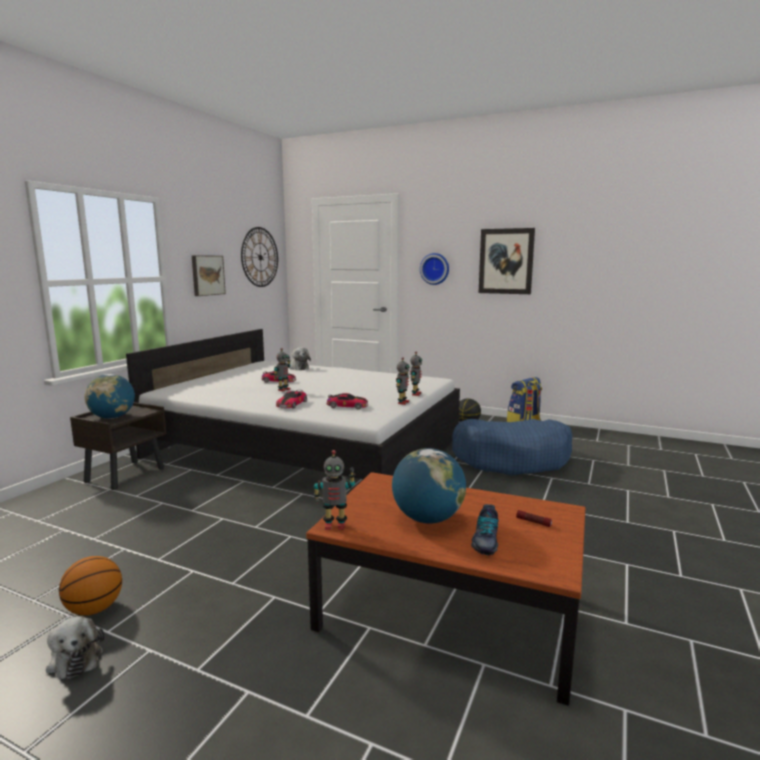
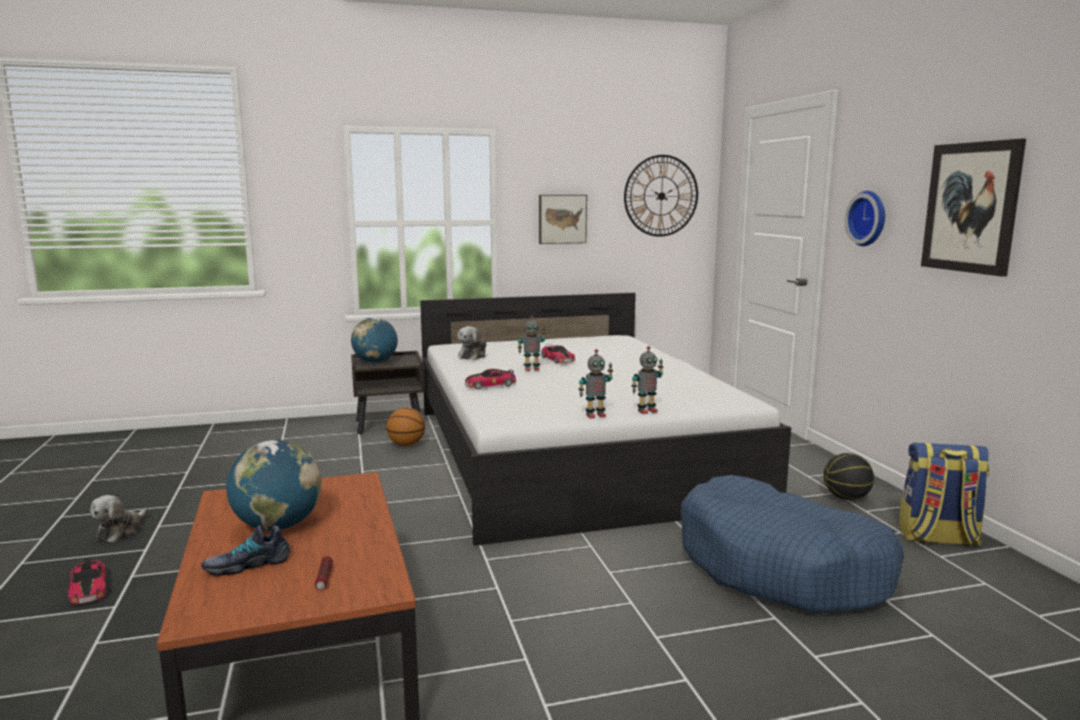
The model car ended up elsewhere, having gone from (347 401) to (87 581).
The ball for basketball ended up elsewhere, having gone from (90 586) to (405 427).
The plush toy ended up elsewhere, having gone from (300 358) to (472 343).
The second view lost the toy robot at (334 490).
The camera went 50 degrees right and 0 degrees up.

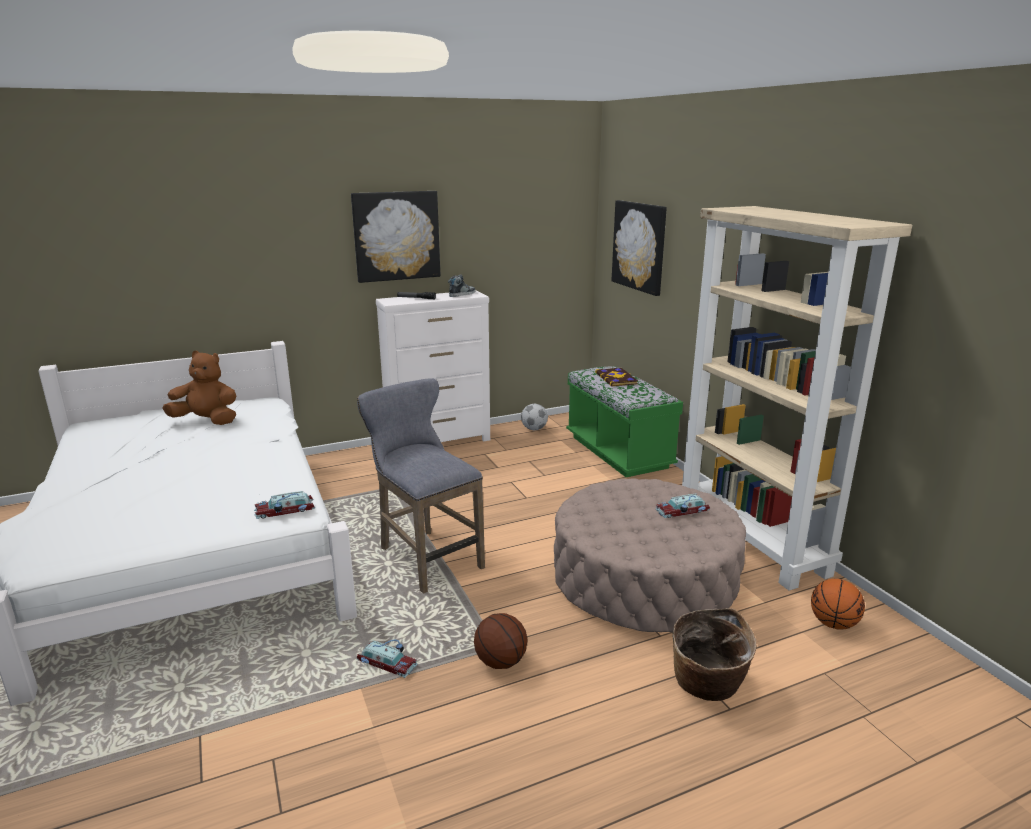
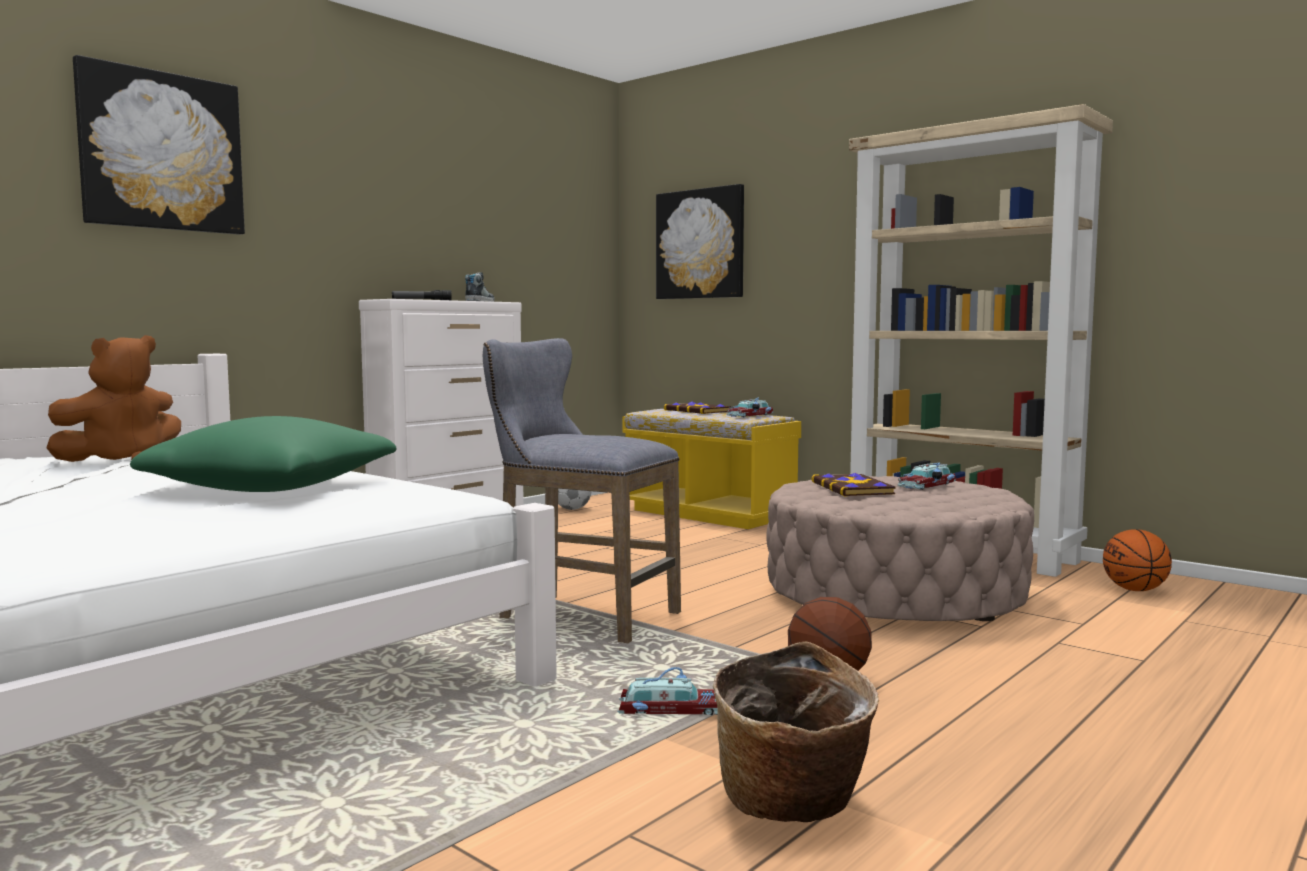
The plush toy/brownish at (199 387) ended up facing another way, 150 degrees clockwise from before.
The wall art ended up elsewhere, having gone from (395 237) to (159 145).
The second view gained the pillow/greenish at (263 454).
What was the bench/greenish at (624 421) turned into the bench/yellow-coloured at (711 469).
The household basket ended up elsewhere, having gone from (714 654) to (796 732).
The model car ended up elsewhere, having gone from (285 505) to (750 407).
The second view gained the bound book at (853 484).
The camera went 25 degrees left and 15 degrees down.

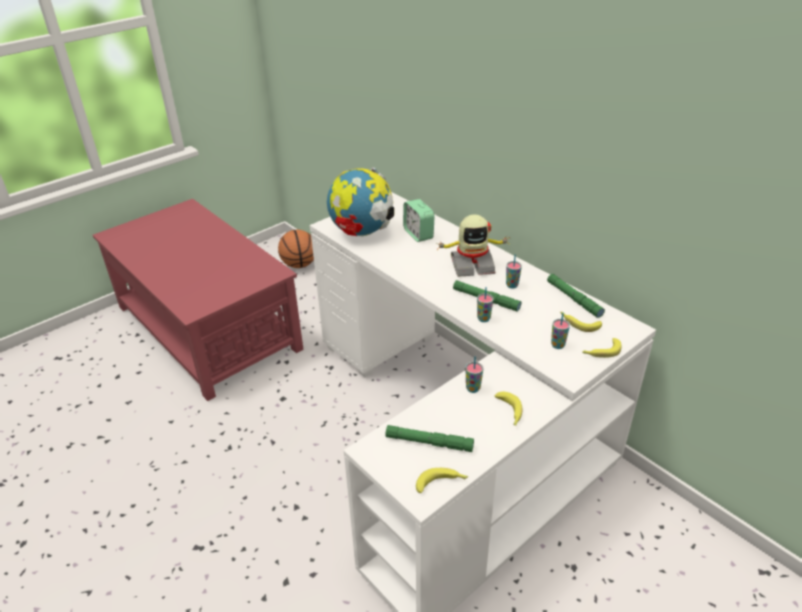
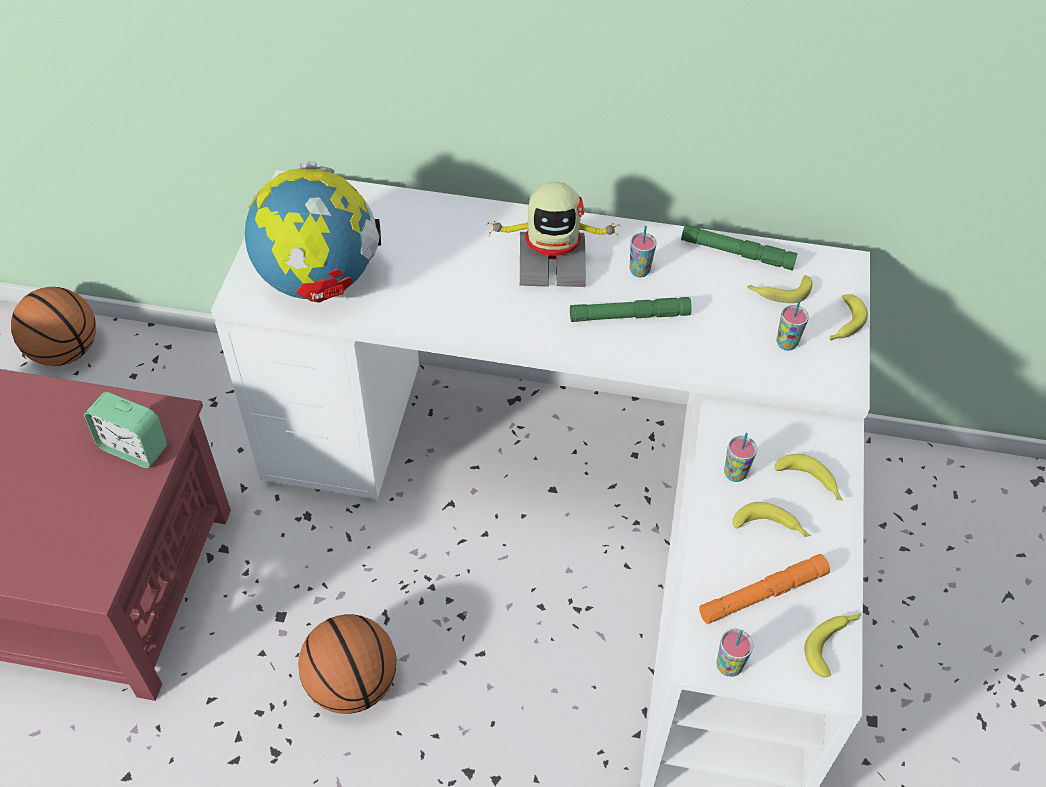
The table clock ended up elsewhere, having gone from (419 220) to (125 430).
The second view gained the ball for basketball at (347 664).
The toy robot at (472 246) ended up facing another way, 45 degrees clockwise from before.
What was the hand torch/greenish at (429 438) turned into the hand torch/orange-coloured at (764 589).
The small cup ended up elsewhere, having gone from (485 304) to (734 653).
The second view gained the whole banana at (771 519).
The camera went 40 degrees left and 15 degrees up.

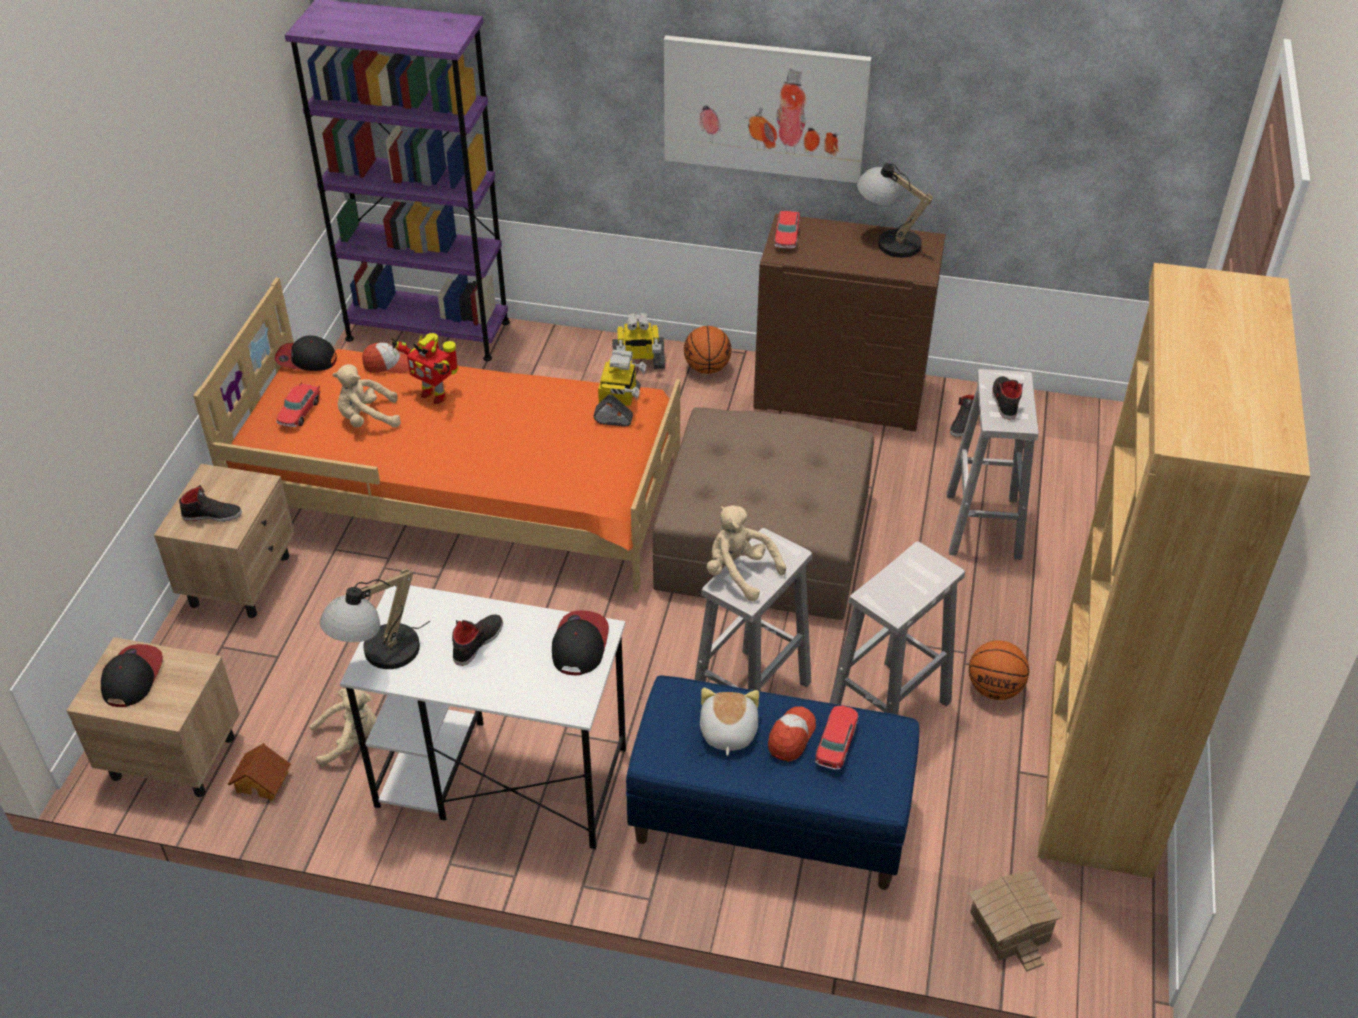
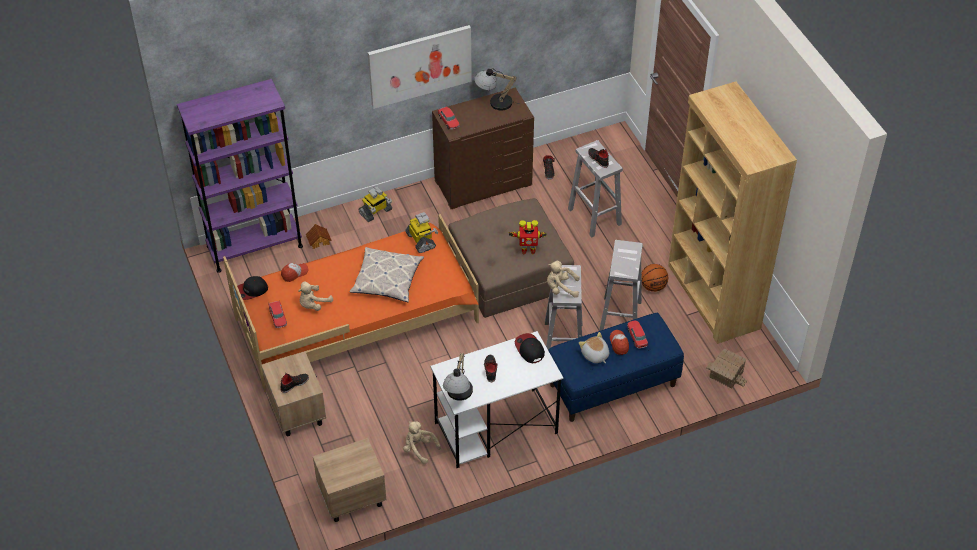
The miniature house ended up elsewhere, having gone from (259 772) to (318 236).
The second view gained the pillow at (387 274).
The plush toy/beige at (343 727) ended up facing another way, 90 degrees counterclockwise from before.
The toy robot ended up elsewhere, having gone from (424 368) to (528 237).
The second view lost the baseball cap at (132 675).
The second view lost the ball for basketball at (707 350).
The camera went 35 degrees left and 5 degrees up.

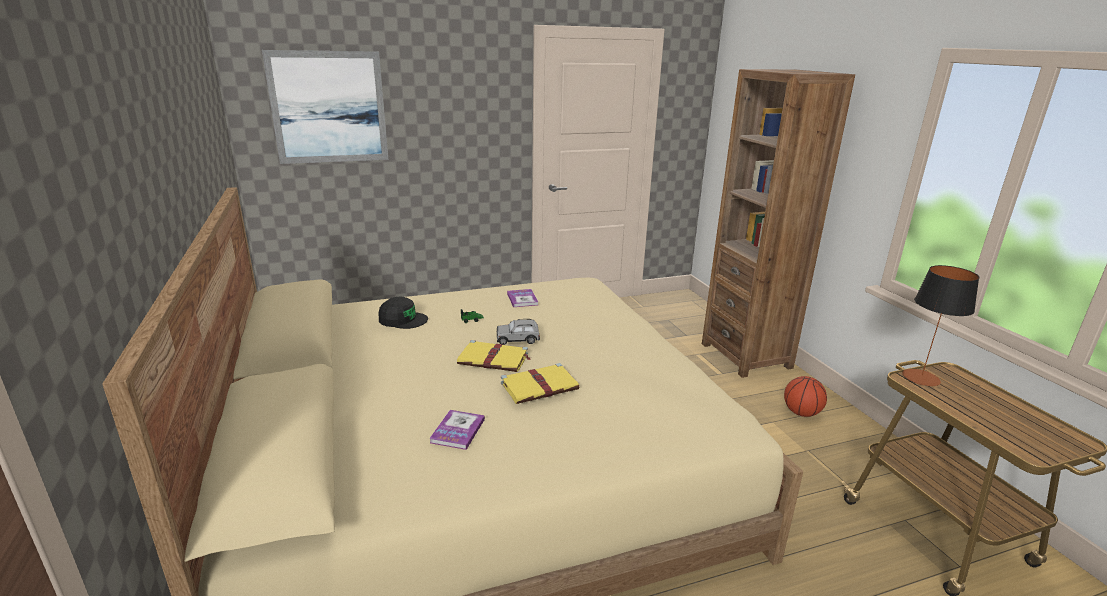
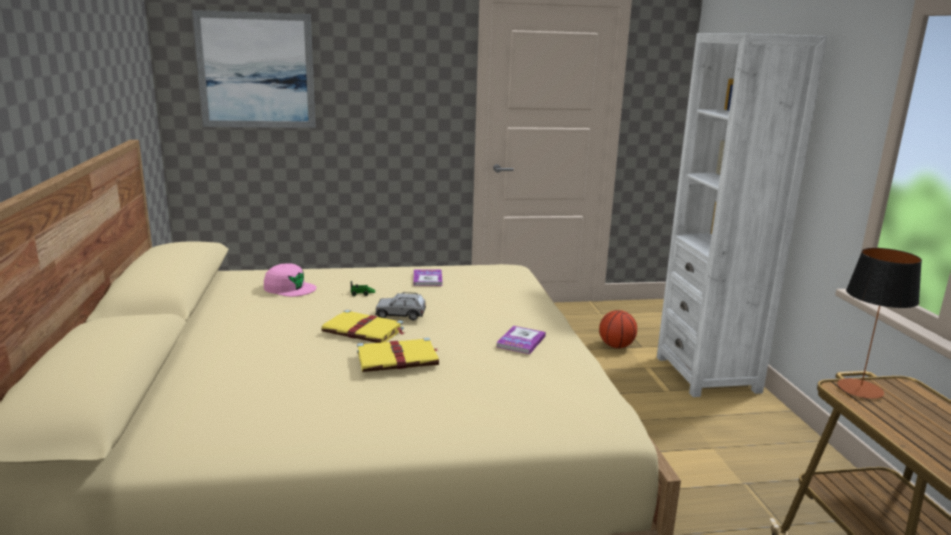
What was the baseball cap/black-coloured at (403 313) turned into the baseball cap/pinkish at (290 280).
The bound book ended up elsewhere, having gone from (457 430) to (521 340).
The ball for basketball ended up elsewhere, having gone from (805 396) to (618 329).
What was the bookcase/brownish at (778 223) turned into the bookcase/white at (742 215).
The camera went 10 degrees right and 5 degrees down.

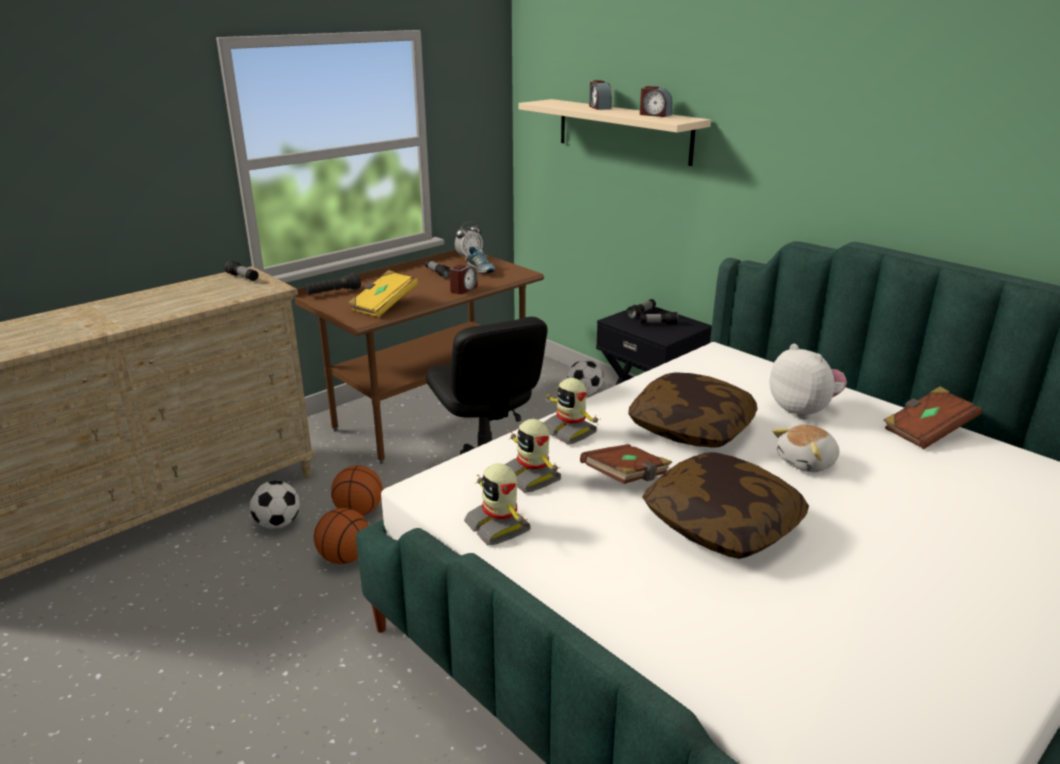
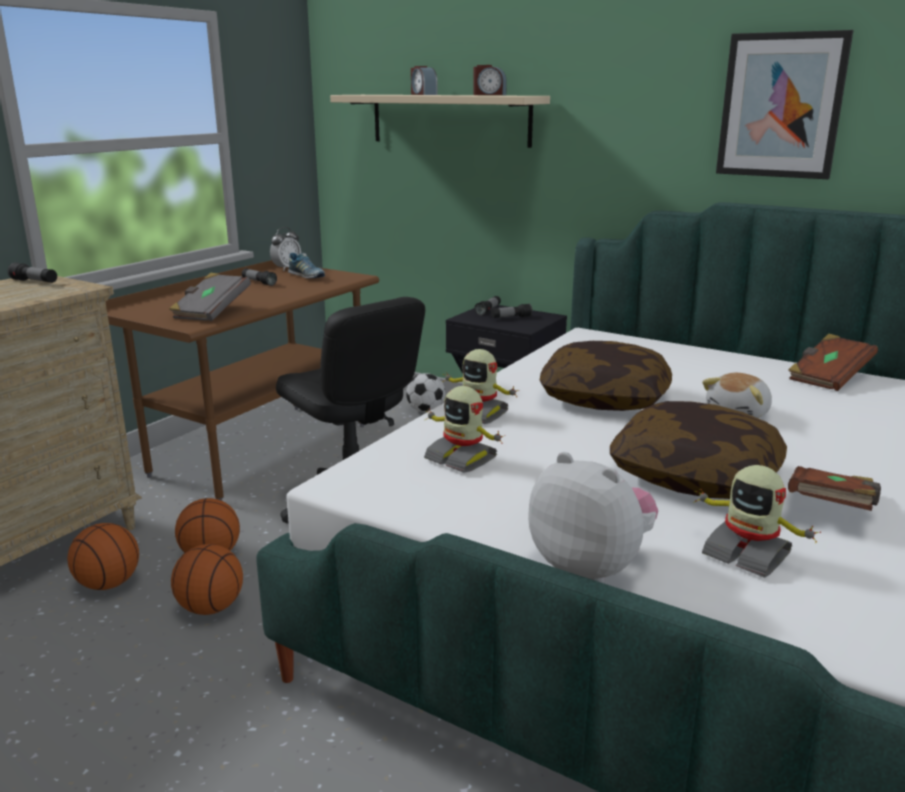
Where the football ball stood at (275 505), the ball for basketball came to stand at (103 556).
What was the bound book/yellow-coloured at (383 293) turned into the bound book/gray at (210 296).
The plush toy ended up elsewhere, having gone from (808 381) to (593 517).
The toy robot ended up elsewhere, having gone from (497 504) to (757 521).
The second view gained the wall art at (784 104).
The bound book/brownish ended up elsewhere, having gone from (626 464) to (834 488).
The second view lost the hand torch/black-coloured at (333 283).
The second view lost the table clock at (463 279).
The camera went 15 degrees left and 5 degrees down.

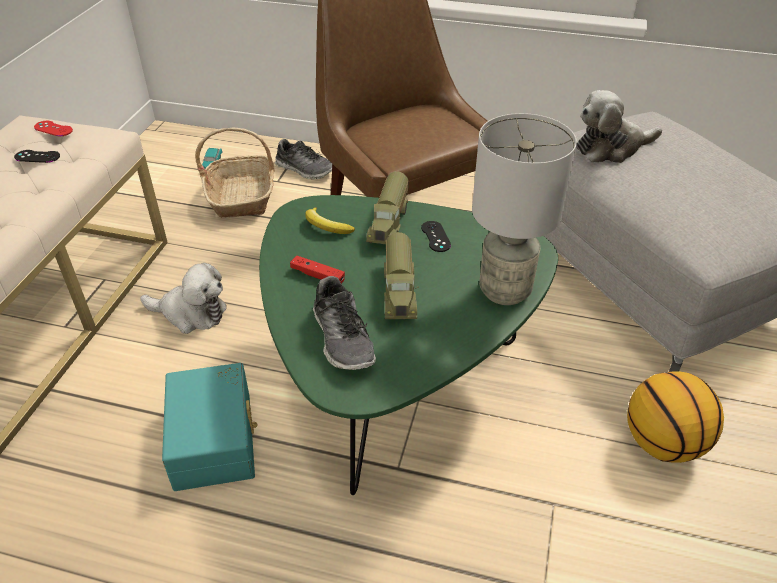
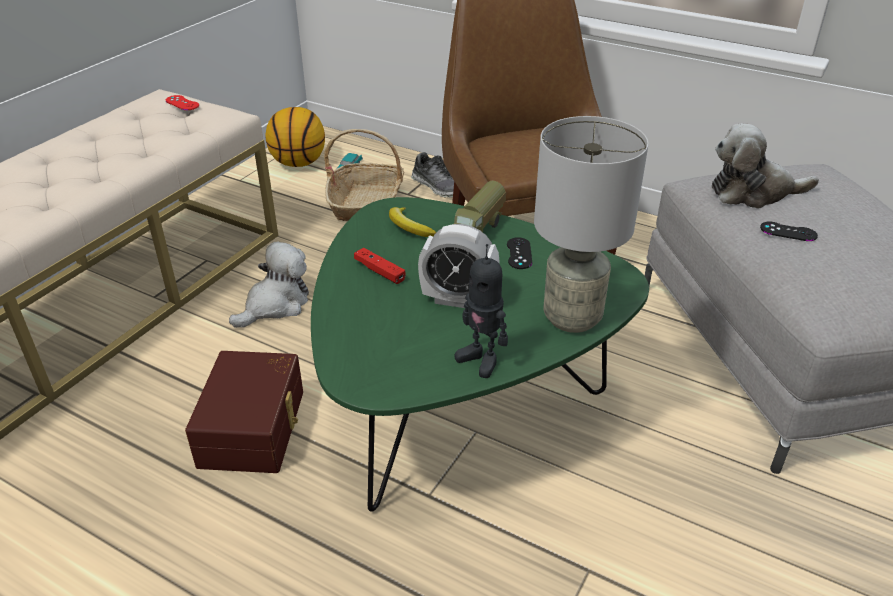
What was the storage container/turquoise at (210 427) turned into the storage container/brownish at (244 412).
The plush toy at (183 298) ended up facing another way, 75 degrees counterclockwise from before.
The ball for basketball ended up elsewhere, having gone from (675 417) to (295 137).
Where the toy truck stood at (401 275), the table clock came to stand at (459 266).
The second view gained the toy robot at (481 311).
The game controller/black-coloured ended up elsewhere, having gone from (37 156) to (789 231).
The second view lost the low shoe at (344 323).
The camera went 15 degrees right and 5 degrees down.

